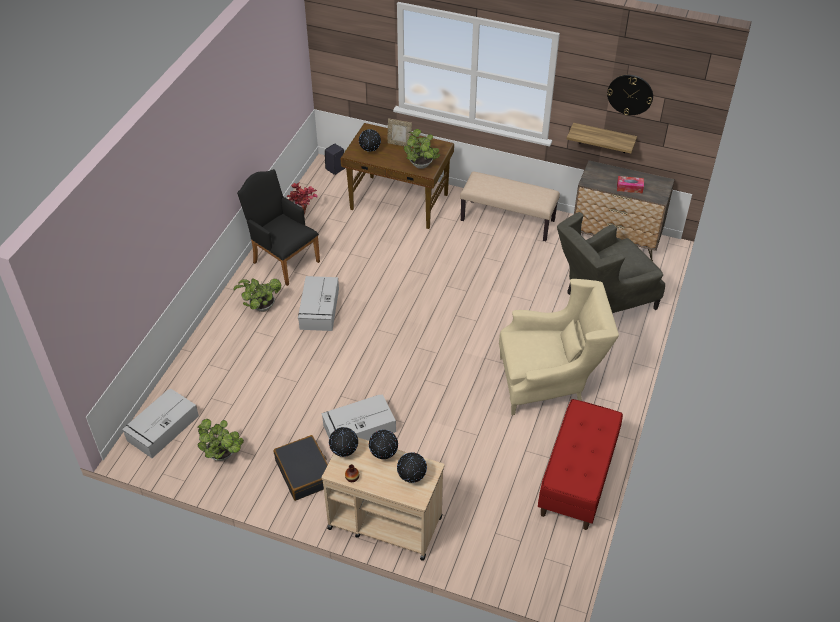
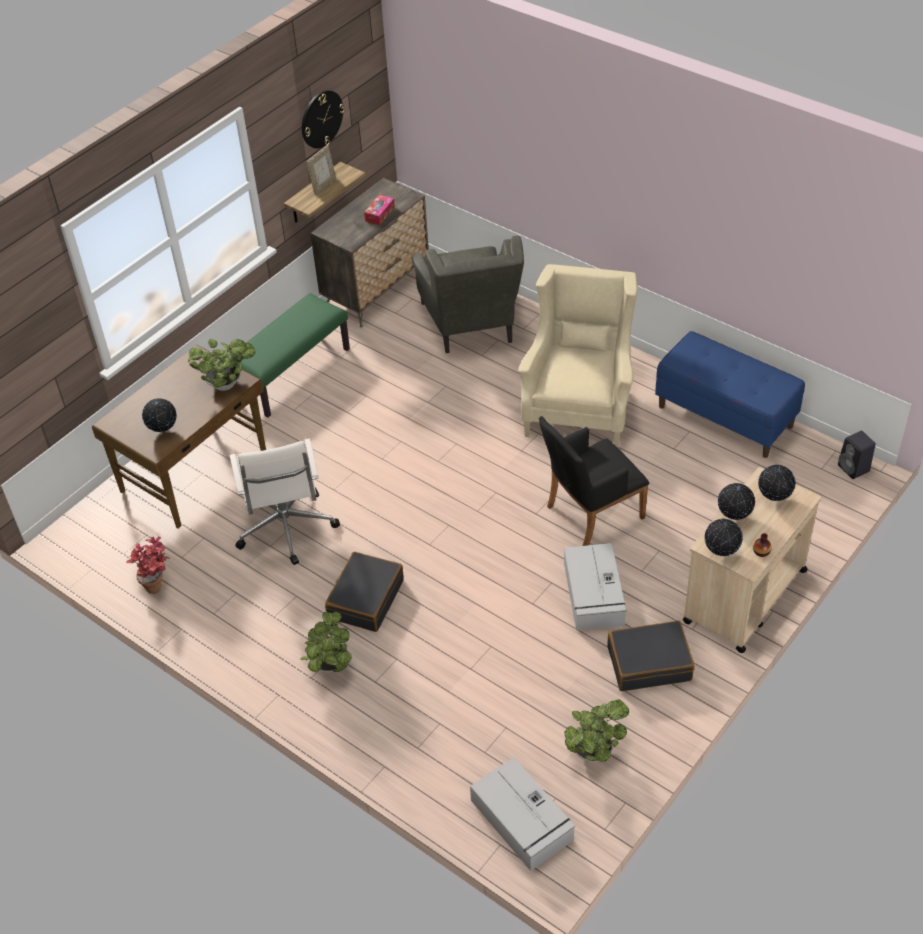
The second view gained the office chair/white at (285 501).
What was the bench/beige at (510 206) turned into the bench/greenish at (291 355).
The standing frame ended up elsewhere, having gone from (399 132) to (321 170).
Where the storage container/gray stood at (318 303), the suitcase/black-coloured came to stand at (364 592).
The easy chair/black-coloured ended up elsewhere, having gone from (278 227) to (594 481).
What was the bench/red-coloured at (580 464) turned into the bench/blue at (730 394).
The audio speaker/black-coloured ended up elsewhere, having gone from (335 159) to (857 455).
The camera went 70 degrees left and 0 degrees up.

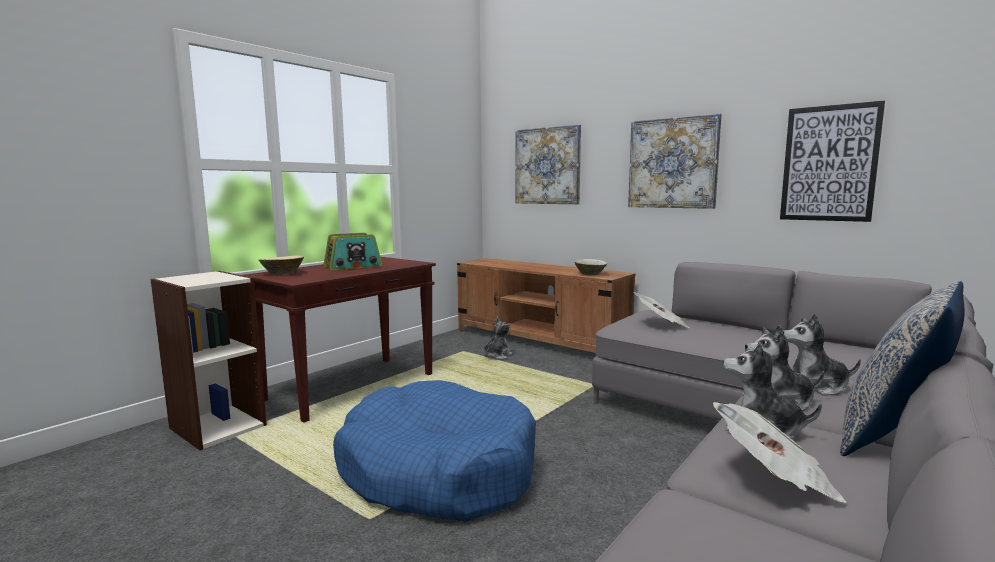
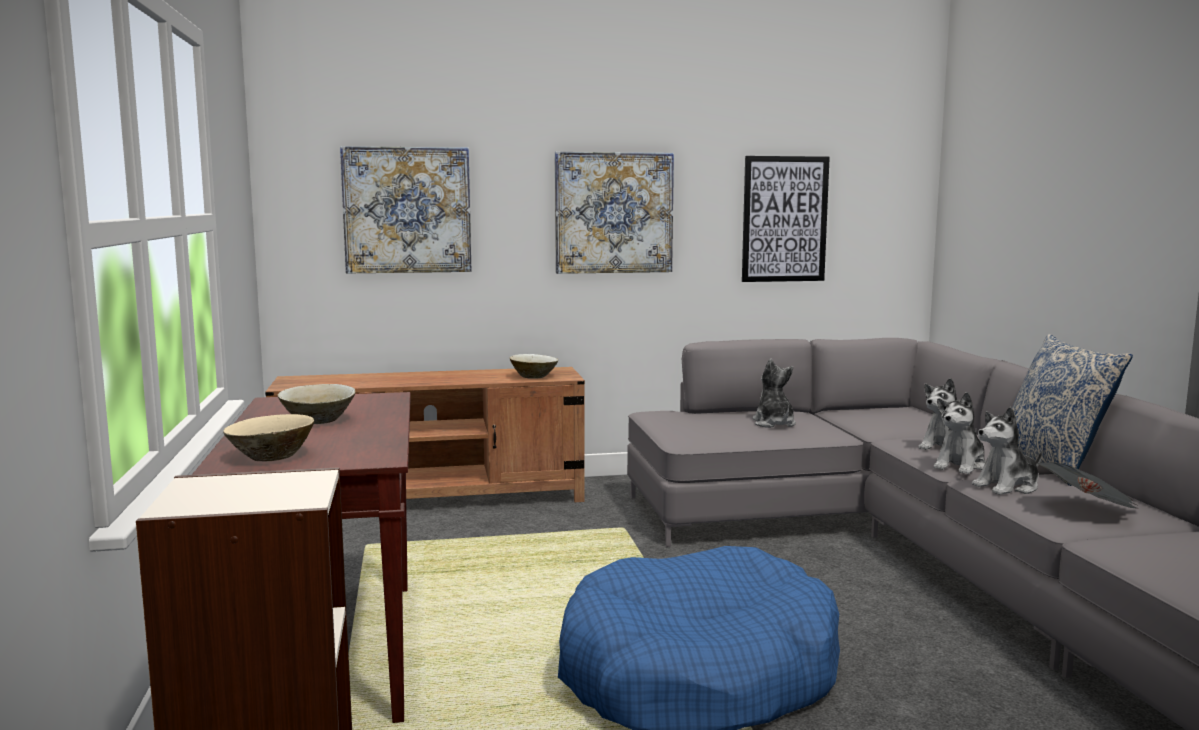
Where the radio stood at (353 251), the bowl/beige came to stand at (317 404).
The plush toy ended up elsewhere, having gone from (498 338) to (774 393).
The second view lost the daily paper at (661 310).
The camera went 50 degrees left and 0 degrees up.

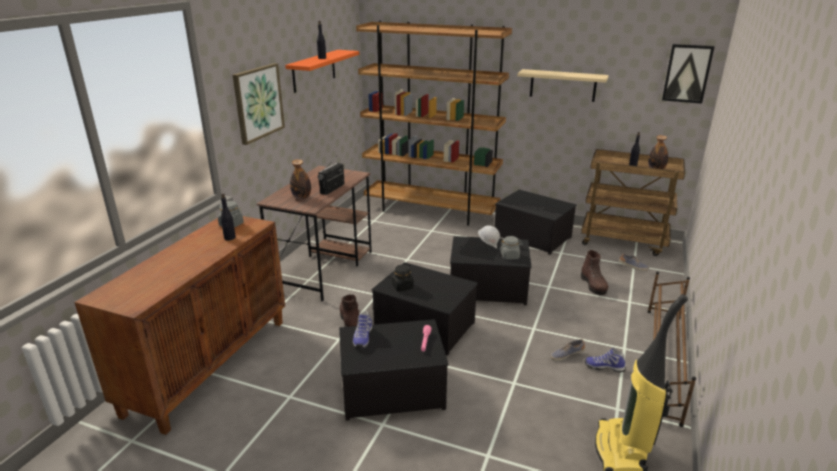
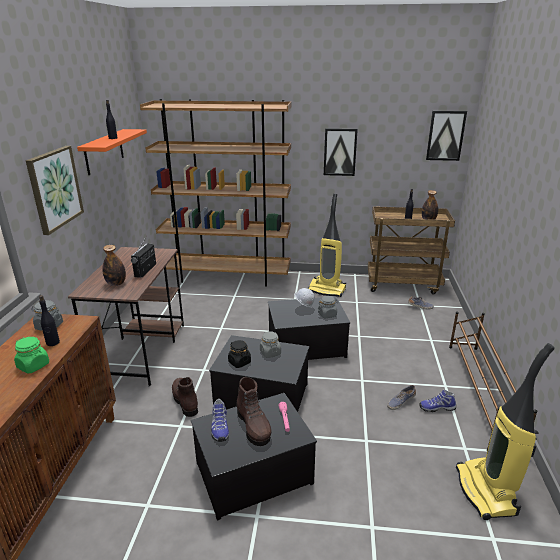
The second view gained the jar/greenish at (31 355).
The high-top boot/brownish ended up elsewhere, having gone from (595 272) to (254 411).
The second view gained the jar/gray at (270 344).
Where the storage container stood at (535 222), the vacuum cleaner came to stand at (327 245).
Where the bracket shelf/beige hung at (563 85), the wall art came to hang at (341 152).
The camera went 15 degrees left and 0 degrees up.

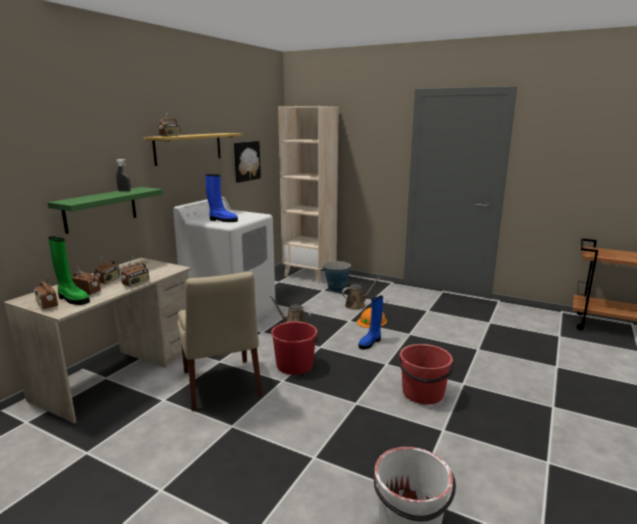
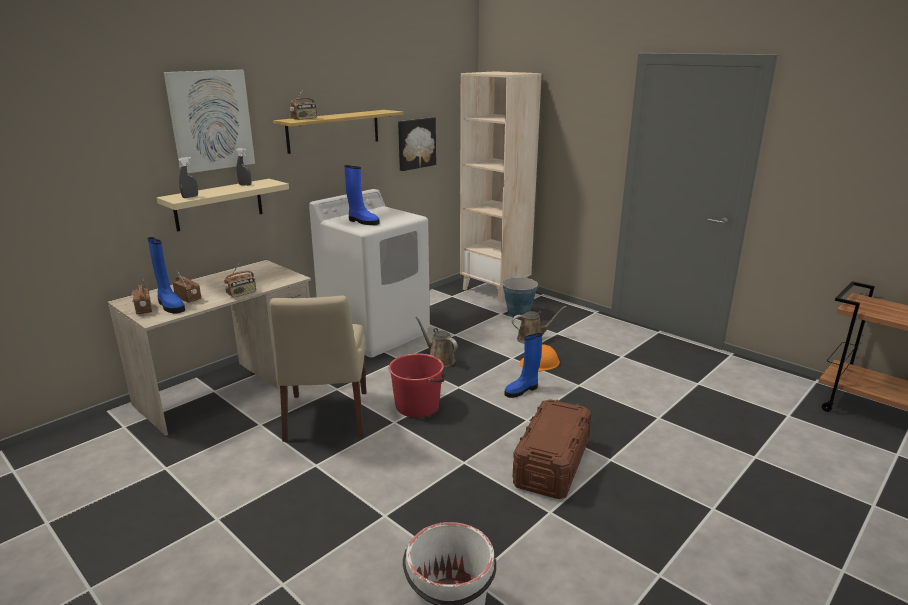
What was the high-top boot/greenish at (69 270) turned into the high-top boot/blue at (166 275).
What was the bracket shelf/greenish at (105 210) turned into the bracket shelf/beige at (223 205).
The second view gained the wall art at (209 121).
The second view gained the sprayer/gray at (188 177).
Where the pail/red-coloured stood at (426 374), the storage container/brownish came to stand at (552 449).
The second view lost the radio at (106 268).
The camera went 15 degrees right and 5 degrees up.

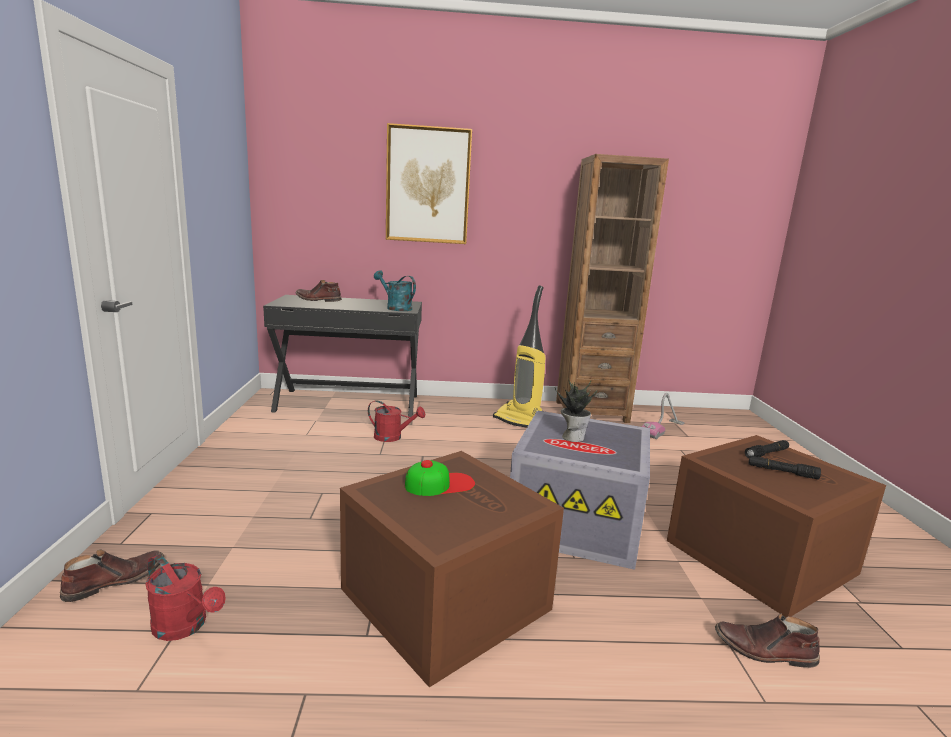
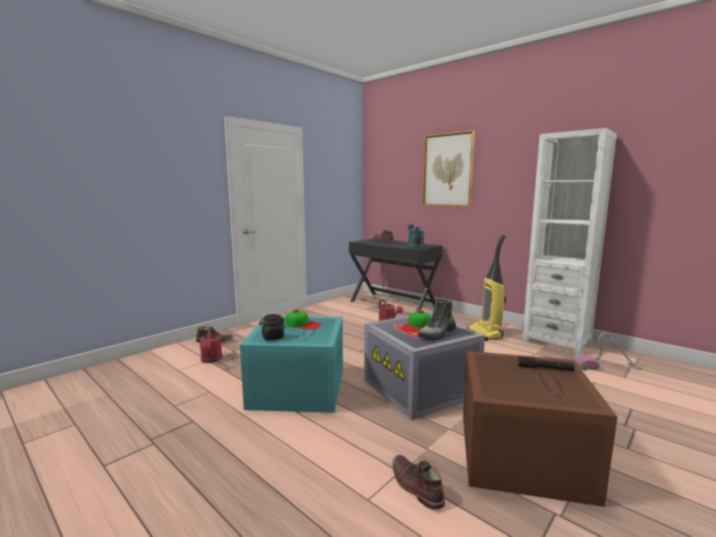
What was the storage container/brownish at (452 569) turned into the storage container/turquoise at (291 364).
The second view gained the jar/black-coloured at (272 327).
Where the potted plant stood at (576 411), the baseball cap came to stand at (415 321).
The second view gained the high-top boot at (437 319).
What was the bookcase/brownish at (612 288) turned into the bookcase/white at (569 241).
The second view lost the hand torch/black-coloured at (785 467).
The camera went 45 degrees right and 5 degrees down.

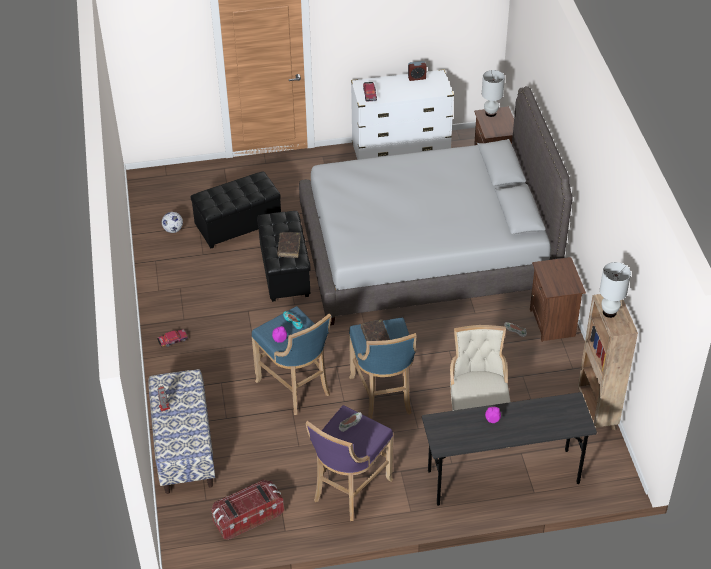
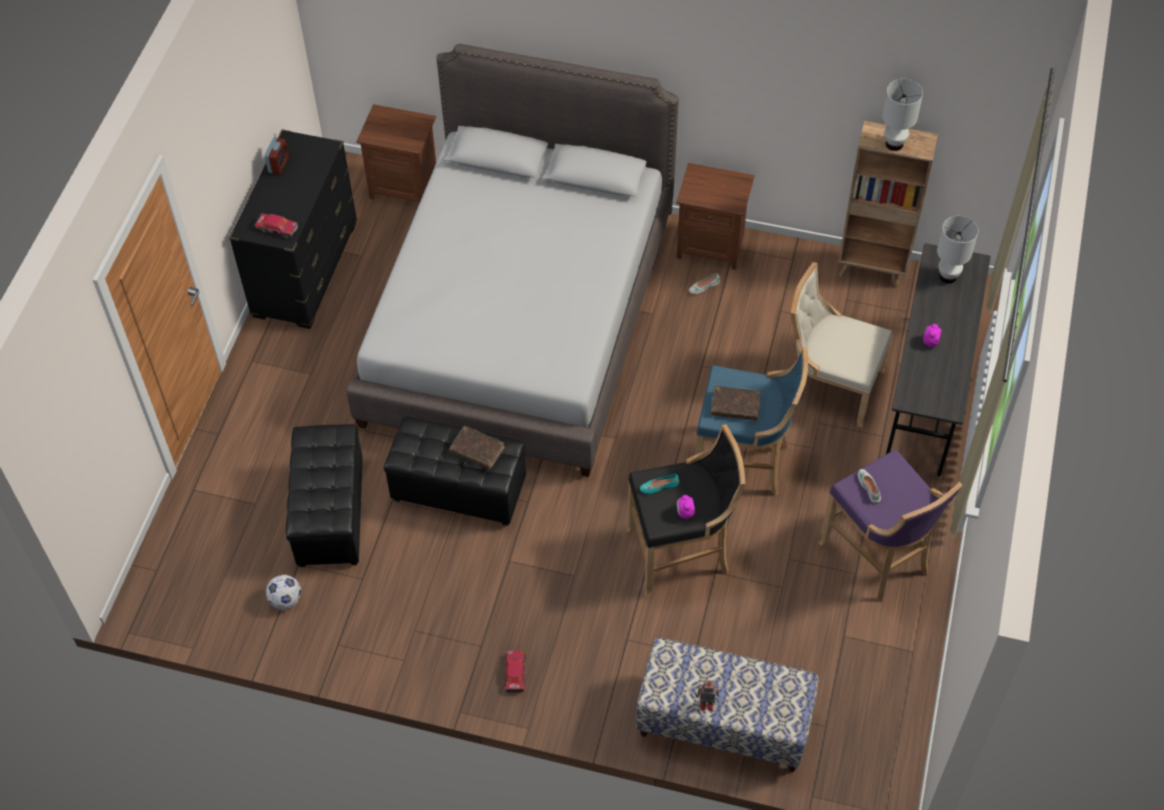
What was the drawer chest/white at (402 114) turned into the drawer chest/black-coloured at (293 229).
What was the sitting stool/blue at (291 360) turned into the sitting stool/black-coloured at (686 511).
The tabletop lamp/white ended up elsewhere, having gone from (493 93) to (957 250).
The second view lost the storage container at (247 510).
The camera went 65 degrees left and 10 degrees up.

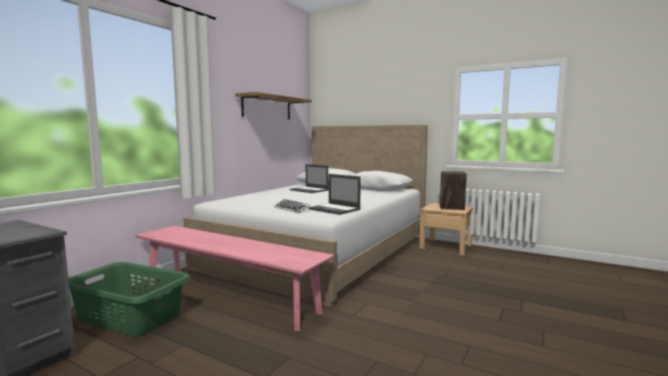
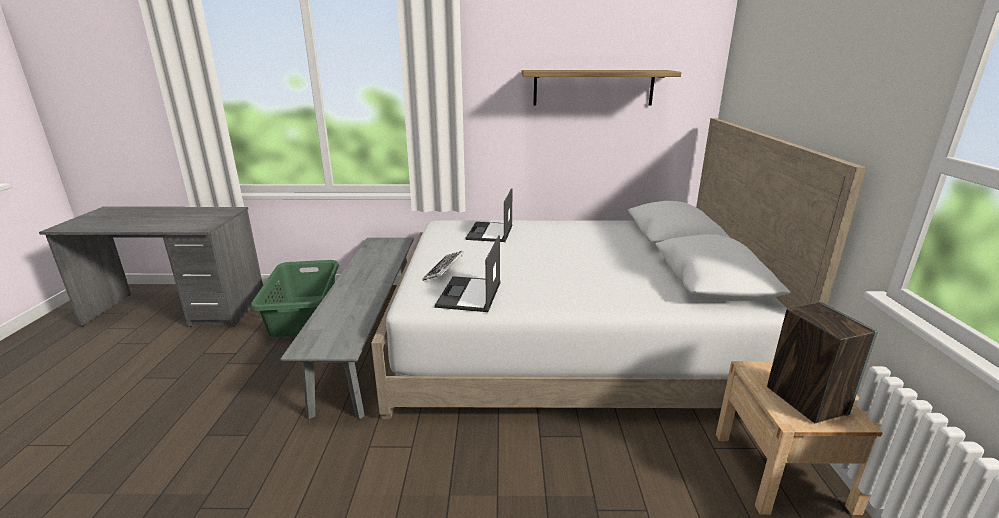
What was the bench/pinkish at (234 278) turned into the bench/gray at (347 328).
The notebook computer ended up elsewhere, having gone from (309 178) to (489 215).
The camera went 60 degrees right and 15 degrees up.

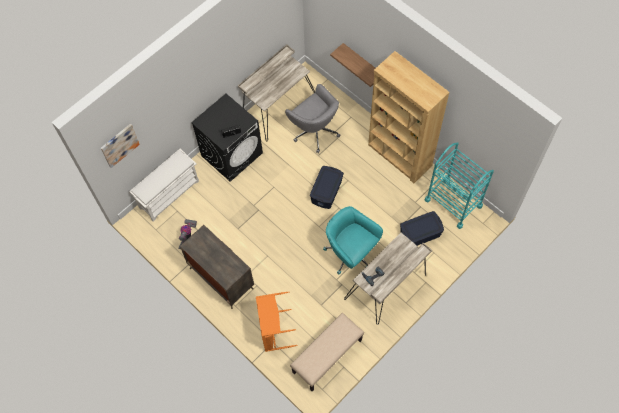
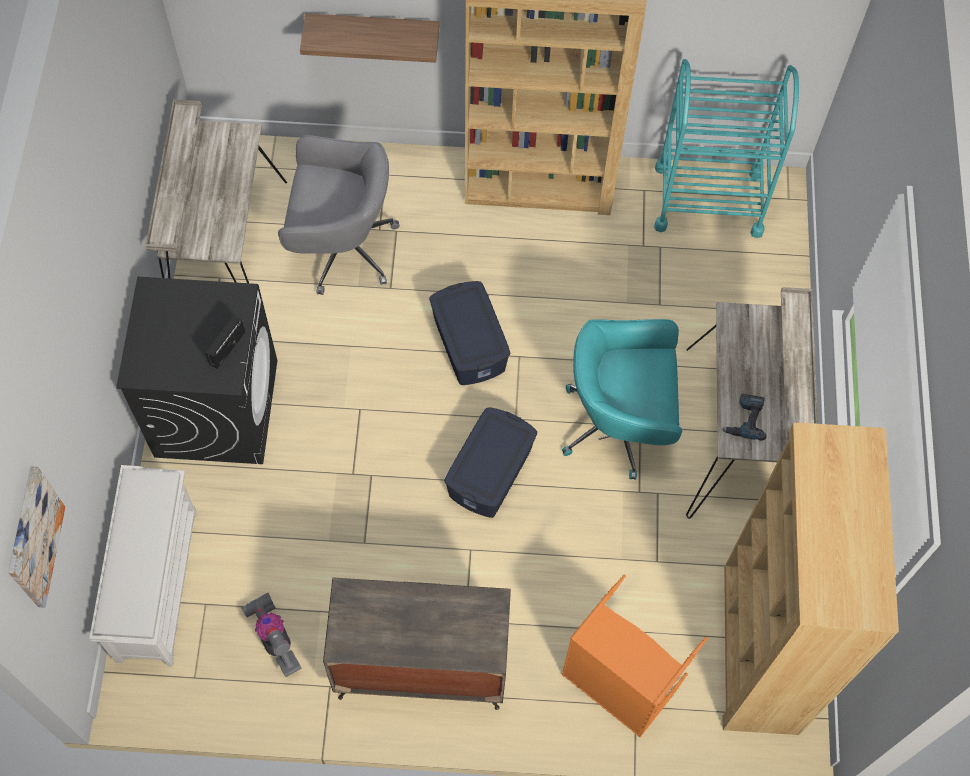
The storage container/blue ended up elsewhere, having gone from (422 228) to (491 462).
Where the bench/beige stood at (327 352), the bookcase/brownish came to stand at (811 578).
The camera went 45 degrees left and 0 degrees up.

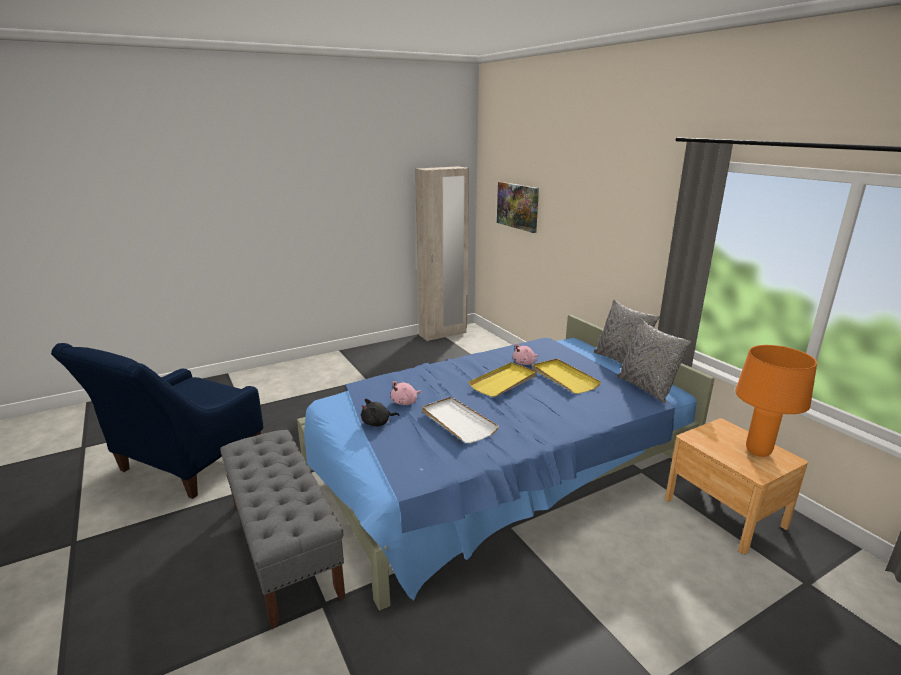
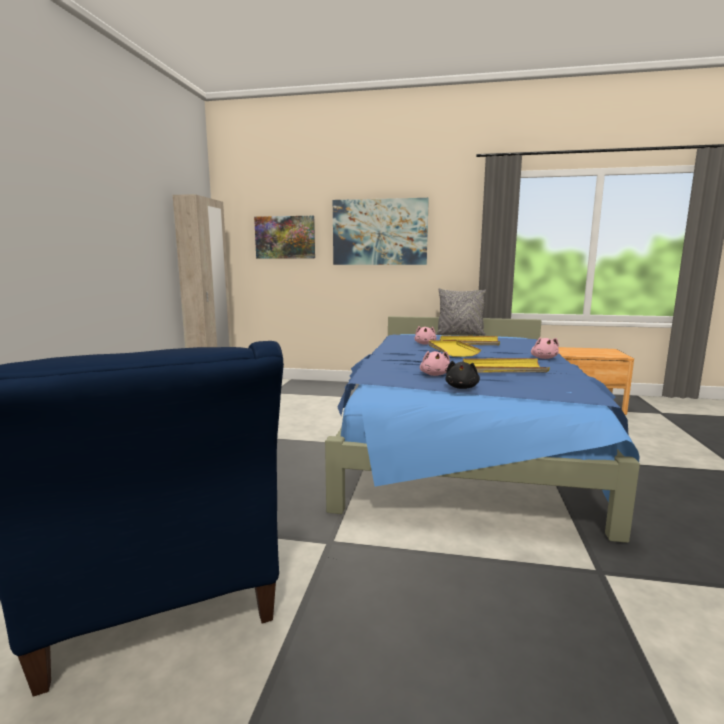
The second view gained the wall art at (381 231).
What was the serving tray/white at (460 420) turned into the serving tray/yellow-coloured at (506 365).
The second view gained the plush toy/pinkish at (545 348).
The second view lost the bench/gray at (282 529).
The second view lost the pillow/gray at (654 361).
The second view lost the tabletop lamp/orange-coloured at (776 401).
The camera went 50 degrees left and 10 degrees down.

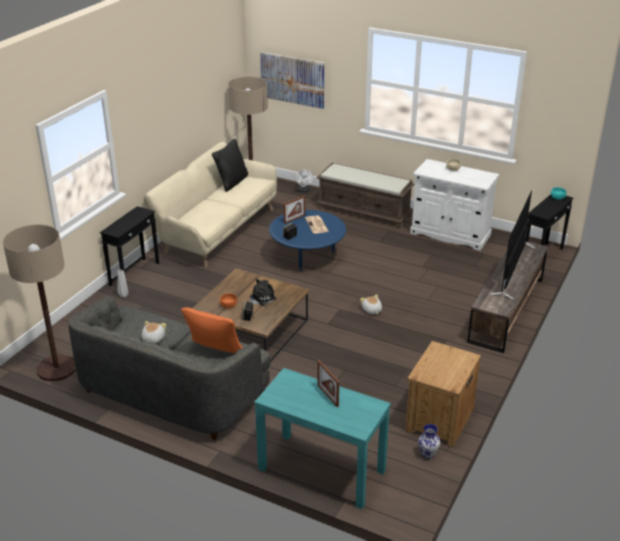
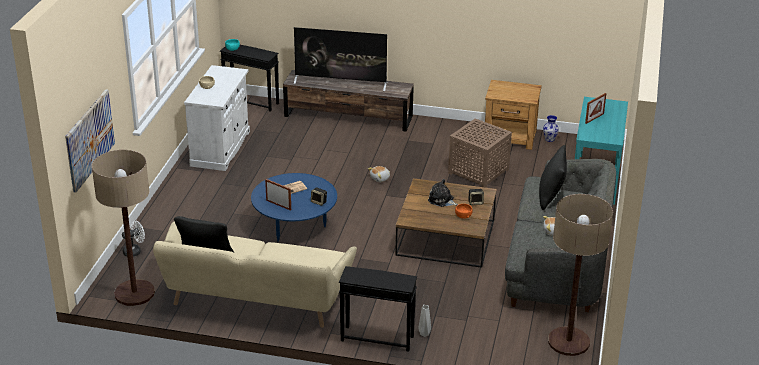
The second view gained the side table/brownish at (480 153).
What was the pillow/orange-coloured at (212 330) turned into the pillow/black-coloured at (553 177).
The second view lost the bench/brownish at (365 195).
The camera went 105 degrees left and 0 degrees up.

